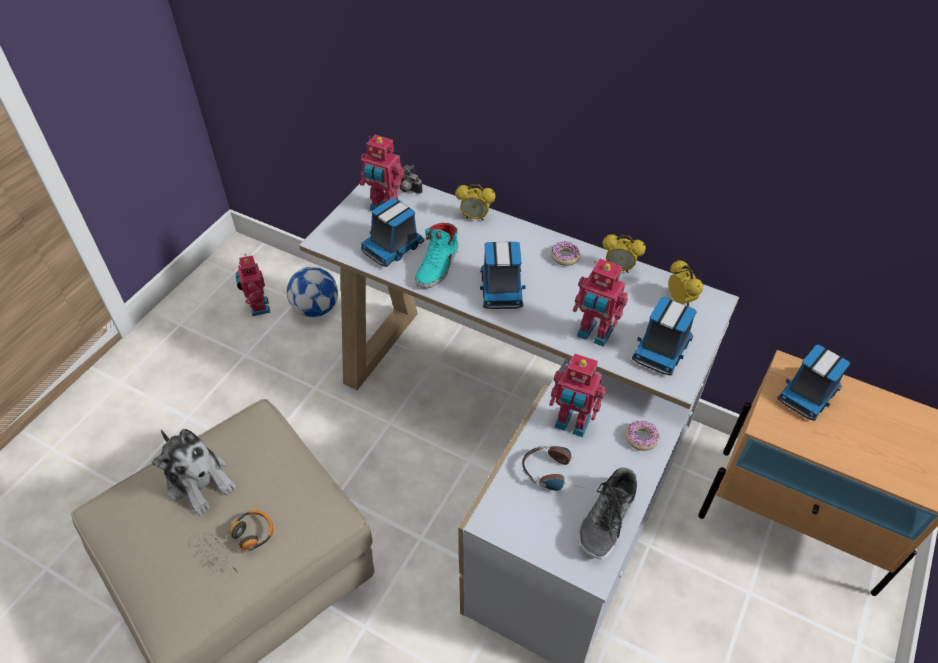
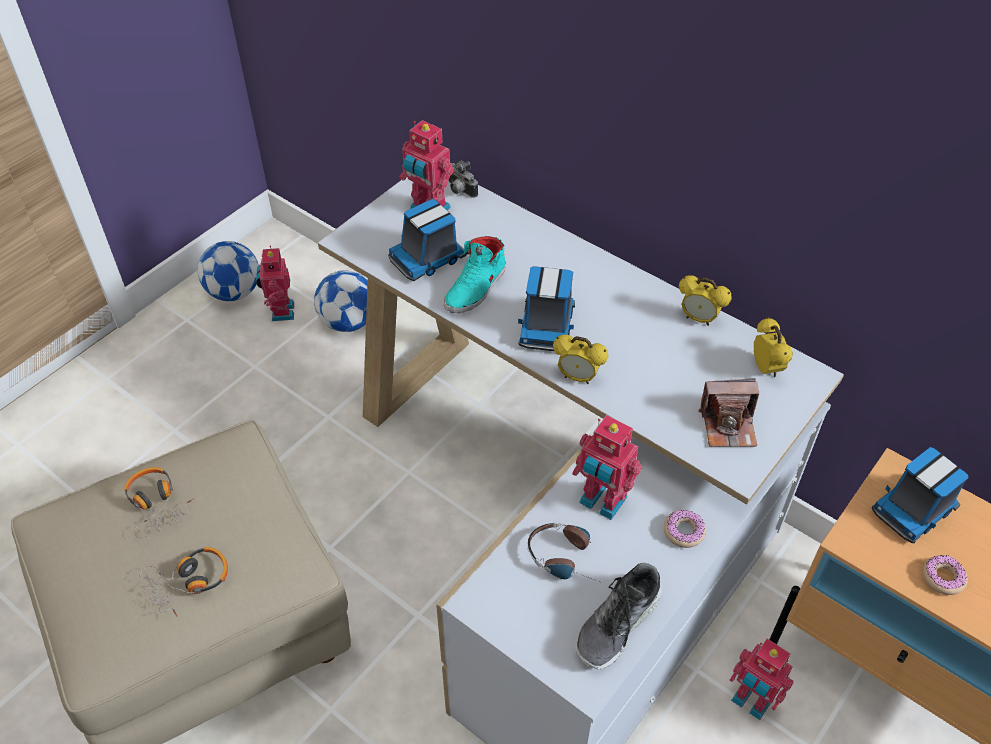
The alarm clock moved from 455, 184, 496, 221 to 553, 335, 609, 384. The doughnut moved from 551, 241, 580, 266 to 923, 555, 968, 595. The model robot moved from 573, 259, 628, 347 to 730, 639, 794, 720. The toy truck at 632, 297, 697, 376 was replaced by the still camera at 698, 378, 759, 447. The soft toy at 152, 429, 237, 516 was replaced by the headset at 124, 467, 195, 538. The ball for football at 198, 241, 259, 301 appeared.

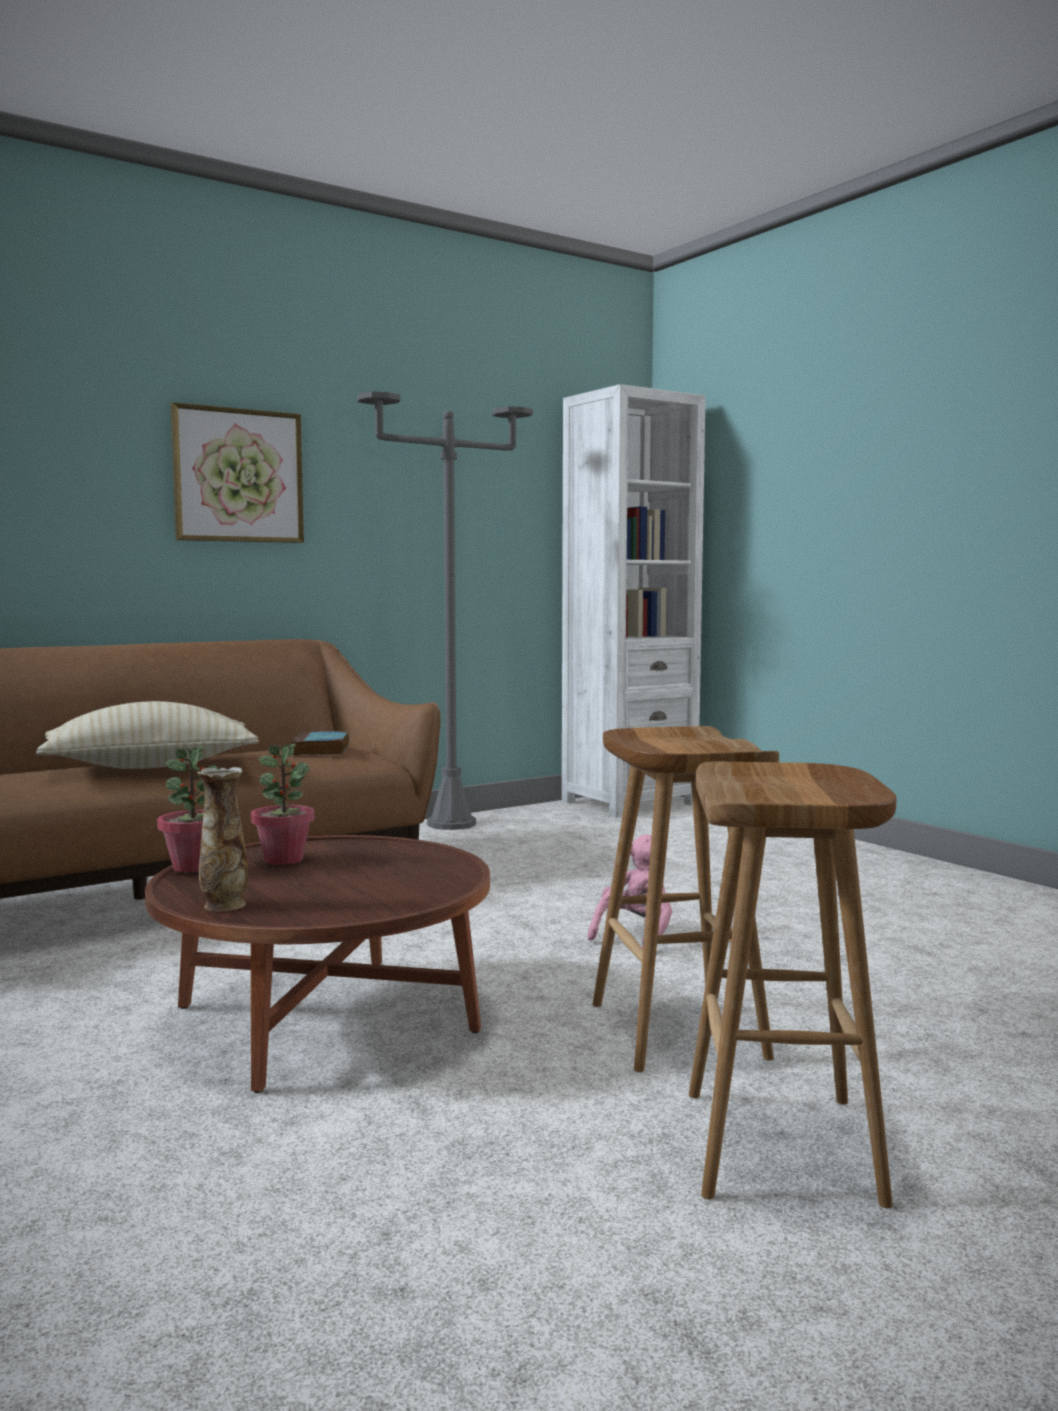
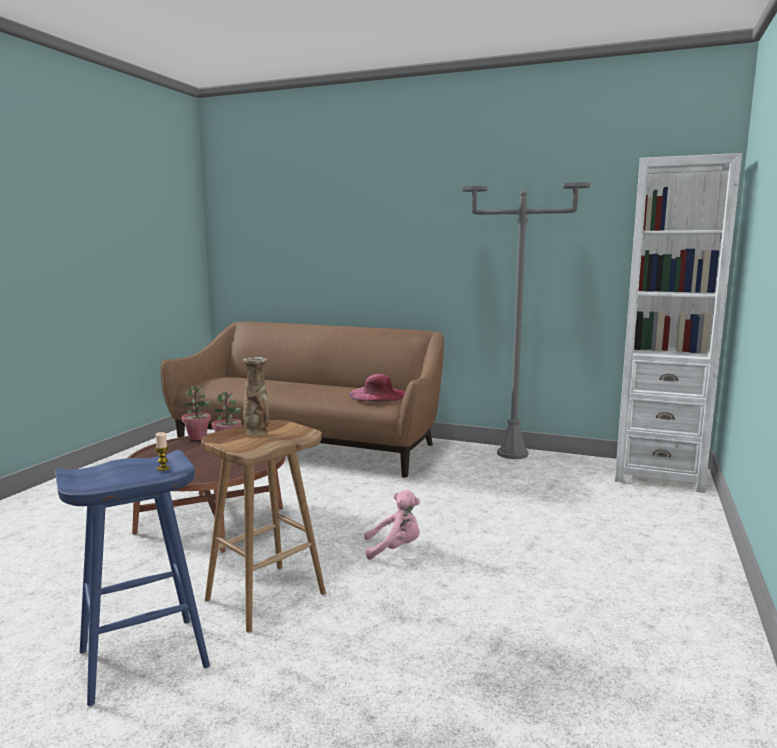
The picture at 171, 402, 304, 543 disappeared. The beige-coloured pillow at 36, 701, 259, 769 disappeared. The book at 291, 731, 349, 755 was replaced by the pink wearable hat at 349, 374, 405, 402. The brown-coloured stool seat at 689, 762, 897, 1208 became the blue-coloured stool seat at 55, 450, 210, 706. The vase moved from 197, 767, 249, 911 to 243, 357, 270, 436. The candle at 155, 432, 170, 471 appeared.

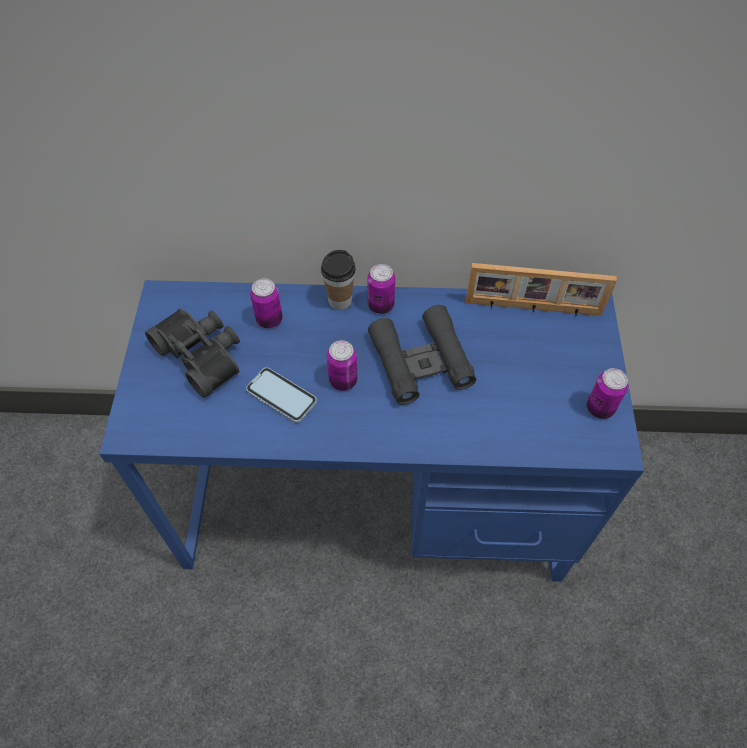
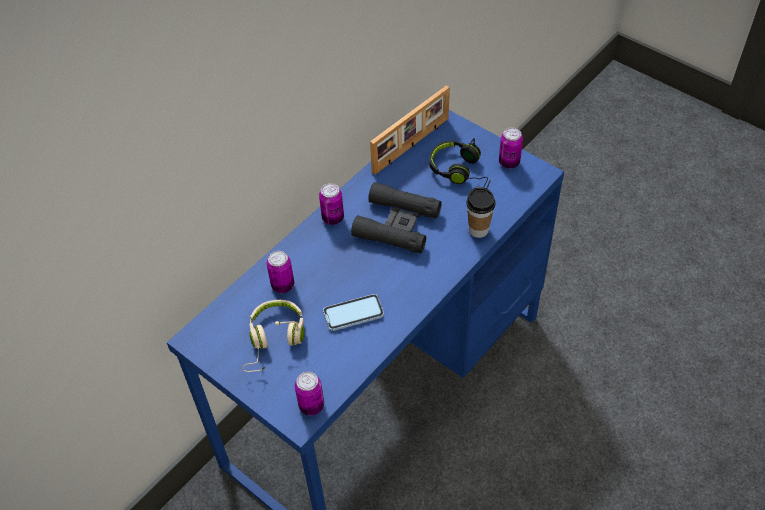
The drinking cup moved from 321, 250, 355, 310 to 466, 187, 496, 238. The black-coloured field glasses at 145, 308, 240, 398 was replaced by the beige-coloured headset at 242, 300, 305, 372. The sealed can moved from 327, 340, 357, 391 to 295, 372, 324, 415. The black-coloured headset at 429, 138, 491, 188 appeared.

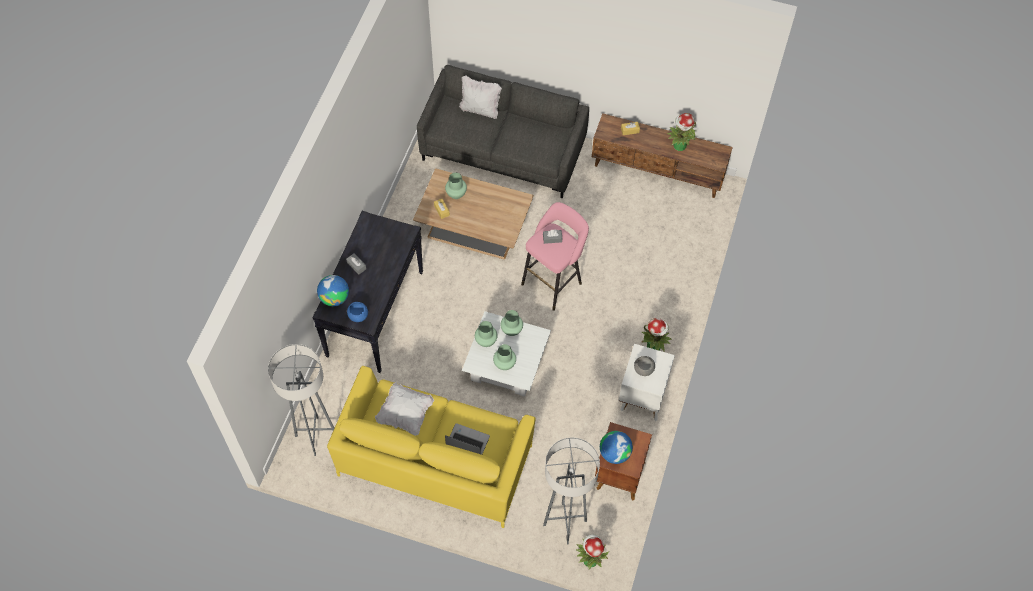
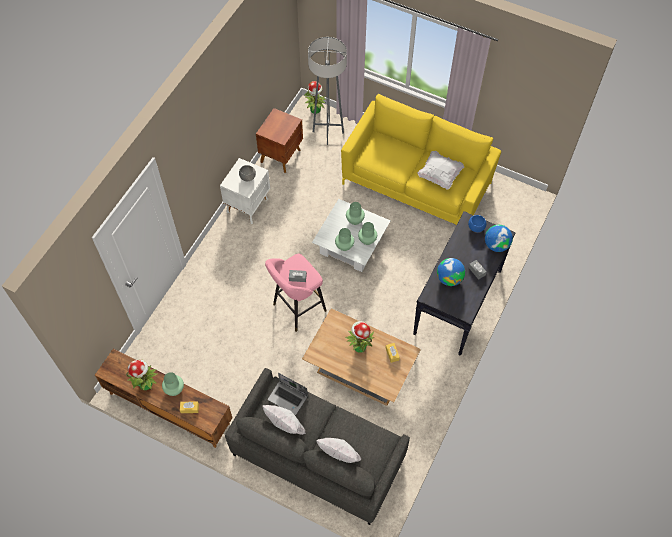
The greenish vase moved from 445, 173, 467, 199 to 162, 372, 184, 396. The houseplant moved from 641, 318, 672, 351 to 345, 321, 374, 353. The greyish standard lamp at 268, 344, 334, 456 disappeared. The portable computer moved from 445, 423, 490, 455 to 268, 373, 308, 415. The desk globe moved from 600, 431, 633, 464 to 437, 258, 465, 286. The whitish pillow at 262, 405, 306, 435 appeared.

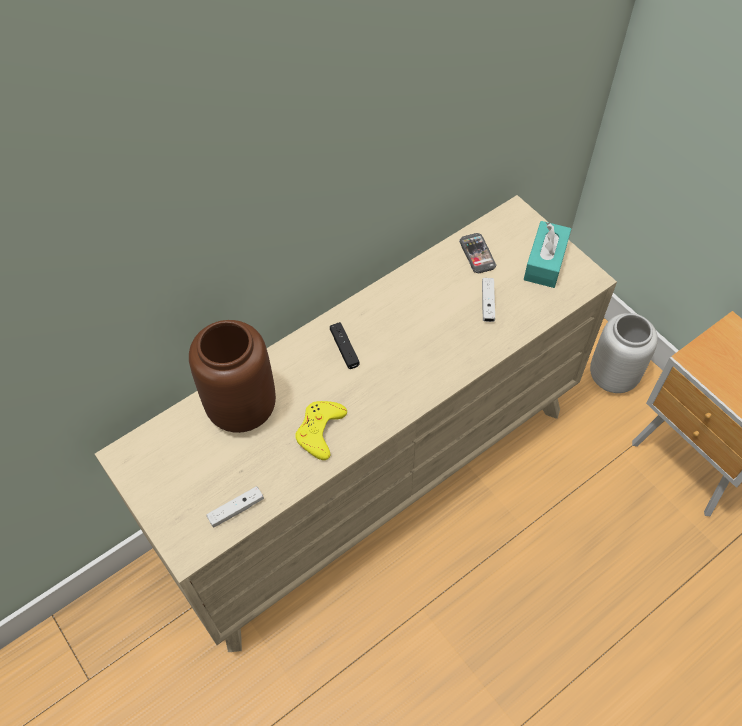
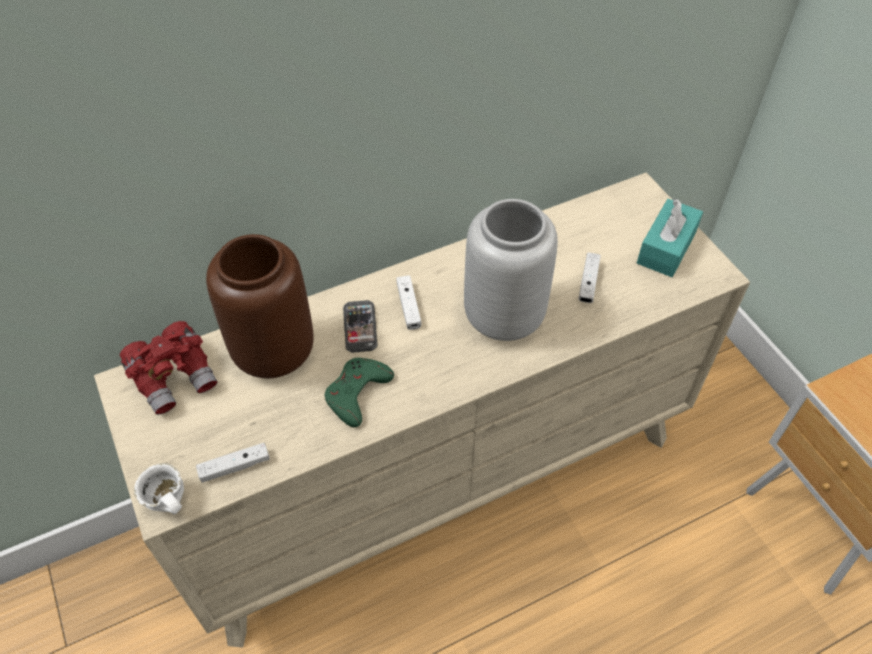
The telephone moved from 459, 233, 496, 273 to 343, 300, 378, 353. The greyish vase moved from 590, 313, 658, 393 to 464, 199, 558, 341. The black-coloured game controller at 330, 322, 359, 369 became the whitish game controller at 396, 275, 421, 330. The yellow-coloured game controller at 295, 401, 347, 460 became the greenish game controller at 325, 358, 394, 427. The reddish field glasses at 120, 321, 218, 415 appeared. The whitish mug at 134, 463, 184, 514 appeared.

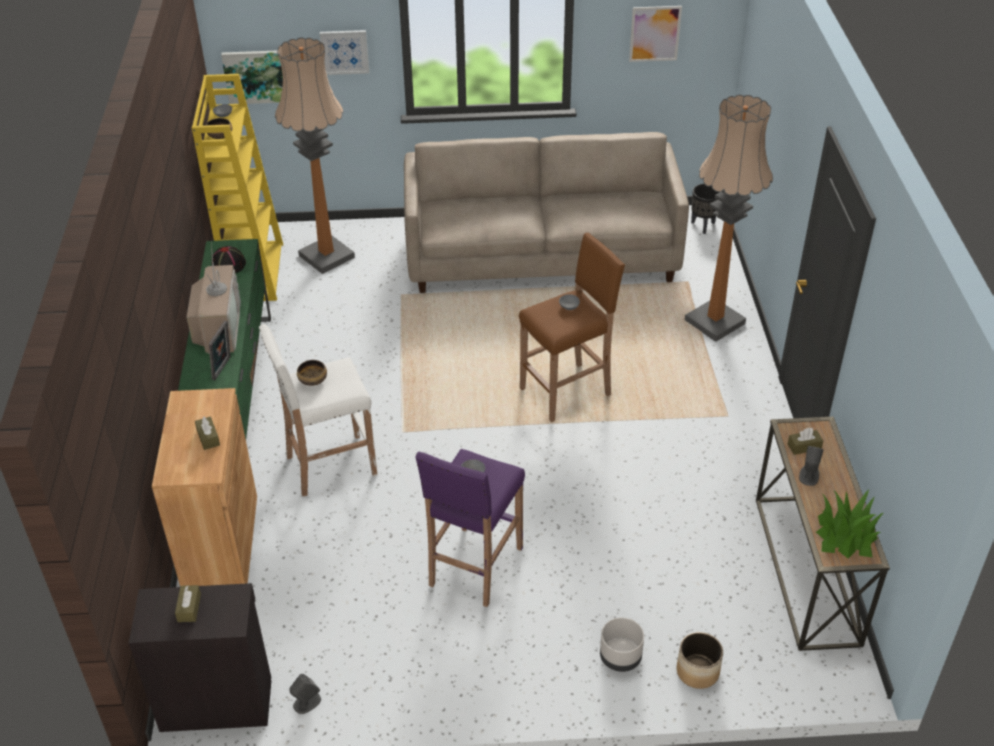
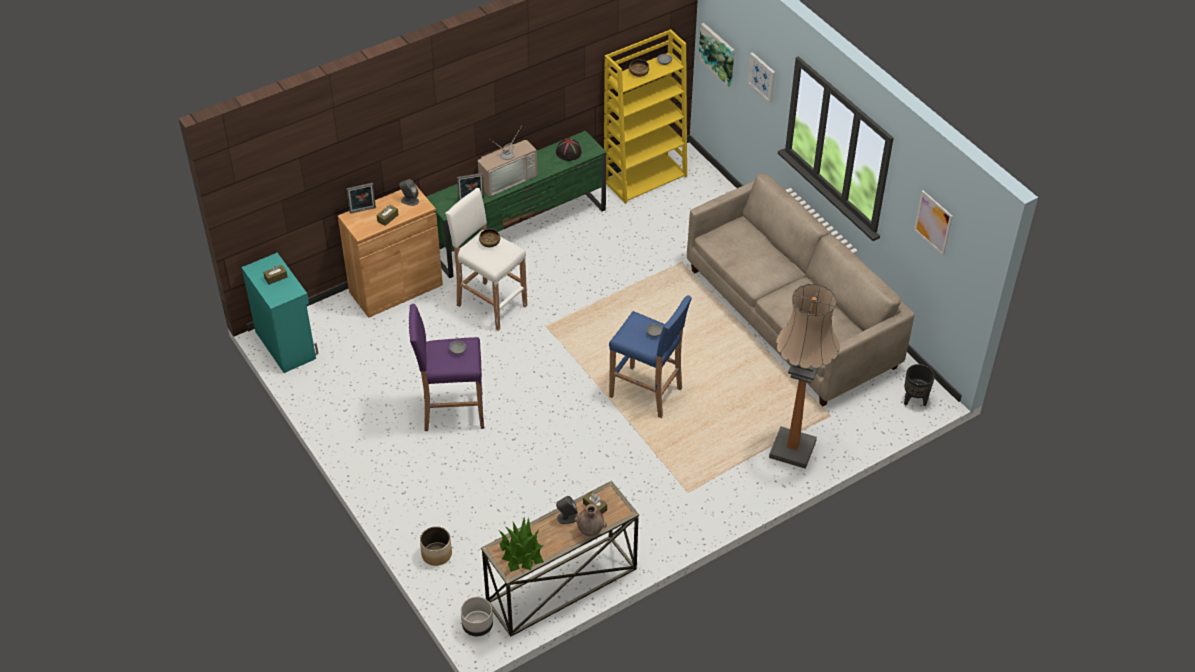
The standard lamp at 275, 37, 355, 274 disappeared. The brown-coloured stool seat at 519, 233, 625, 422 became the blue-coloured stool seat at 609, 295, 692, 418. The black-coloured storage cabinet at 129, 583, 271, 732 became the turquoise-coloured storage cabinet at 242, 253, 318, 373. The greyish planter moved from 600, 618, 644, 672 to 461, 597, 493, 636. The greyish speaker moved from 289, 674, 321, 714 to 399, 179, 419, 206. The photo frame at 347, 183, 376, 214 appeared. The brown-coloured vase at 574, 504, 607, 536 appeared.

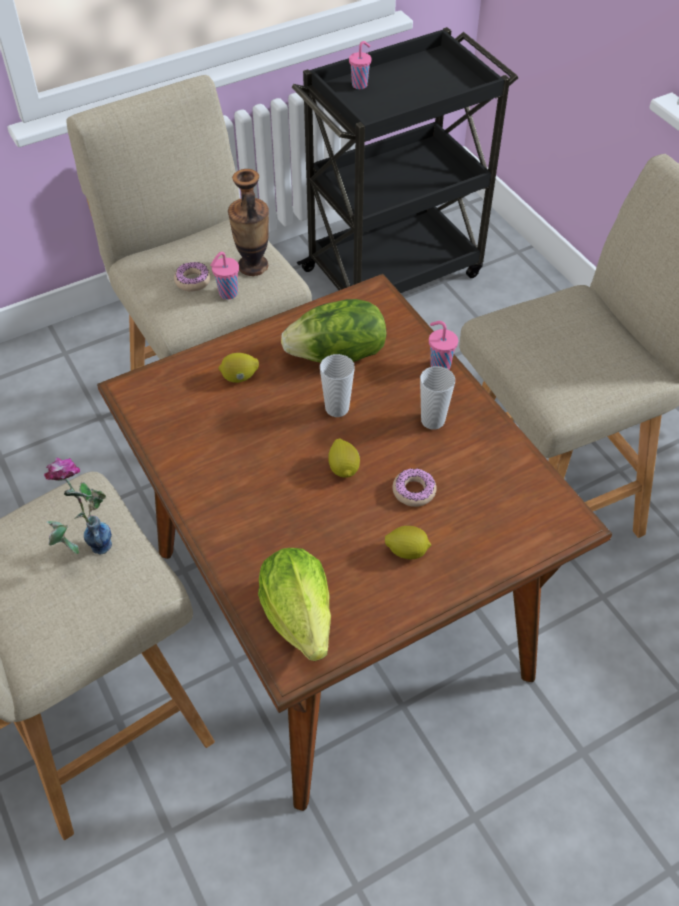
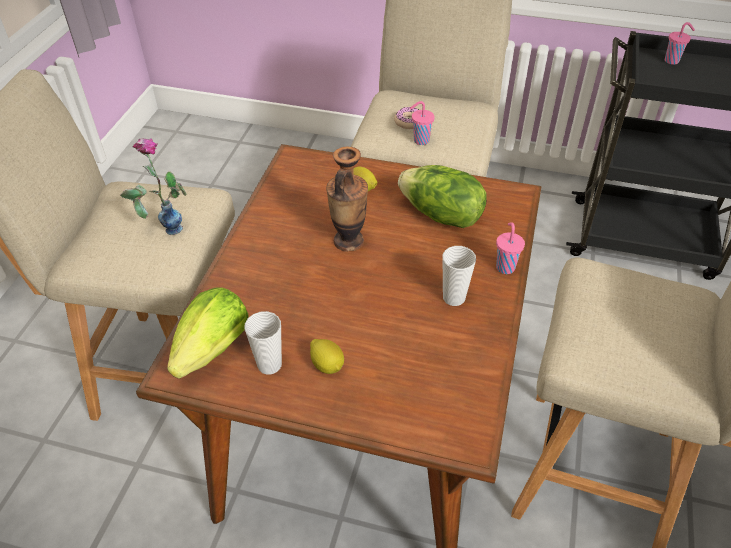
The vase moved from 228, 169, 269, 276 to 326, 146, 368, 252. The drinking cup moved from 320, 354, 355, 417 to 244, 311, 282, 375. The lemon at 328, 439, 360, 478 disappeared. The doughnut at 392, 468, 437, 507 disappeared.

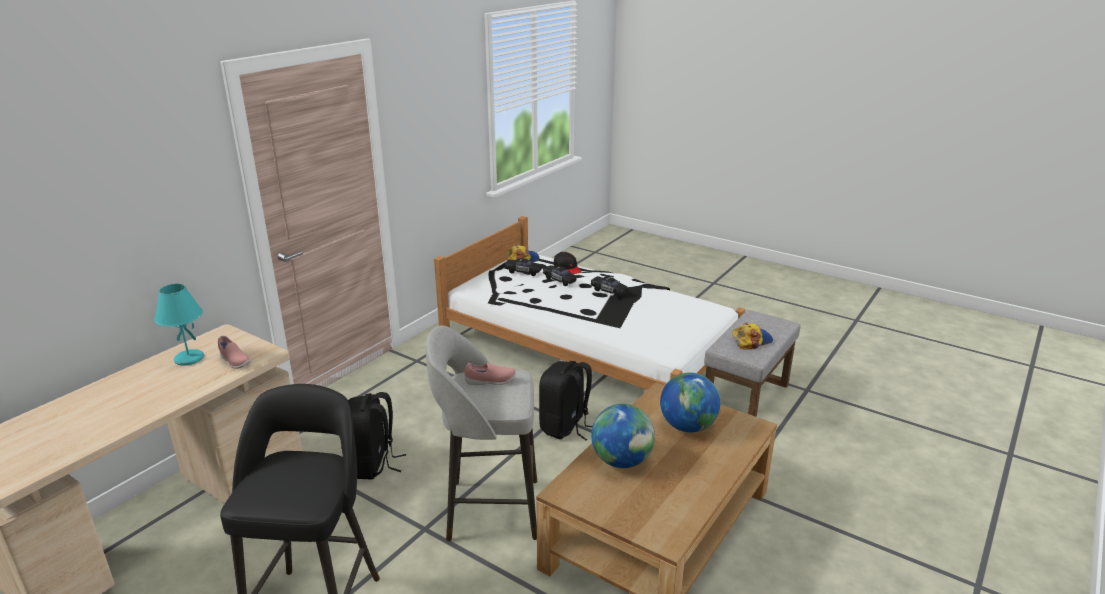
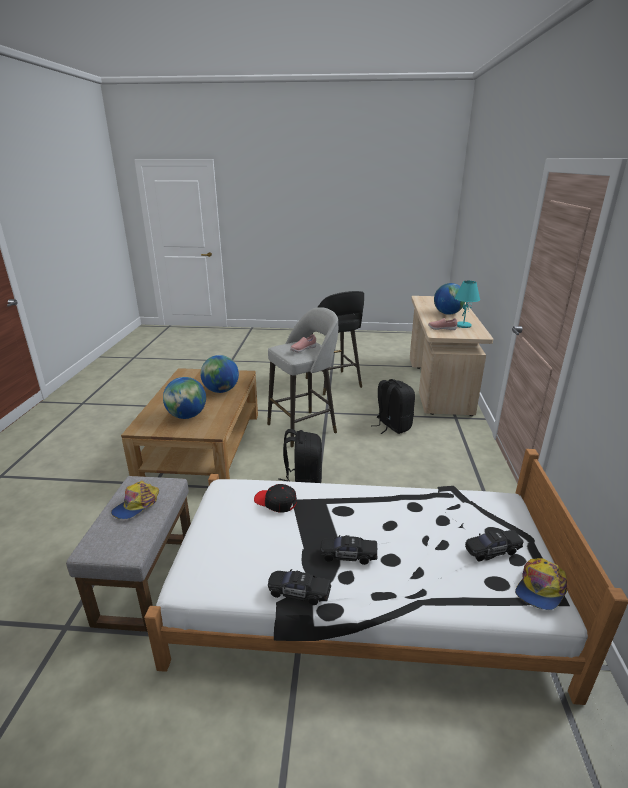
The black-coloured peaked cap moved from 554, 252, 581, 274 to 254, 484, 297, 513. The black-coloured toy car moved from 543, 265, 577, 286 to 268, 569, 331, 605. The desk globe at 434, 283, 465, 315 appeared.

